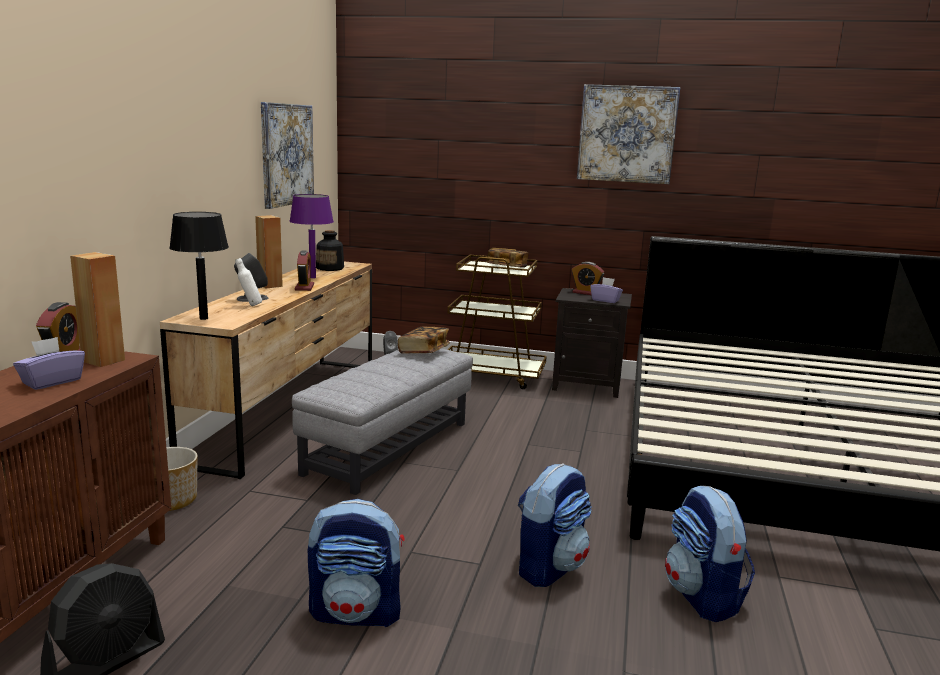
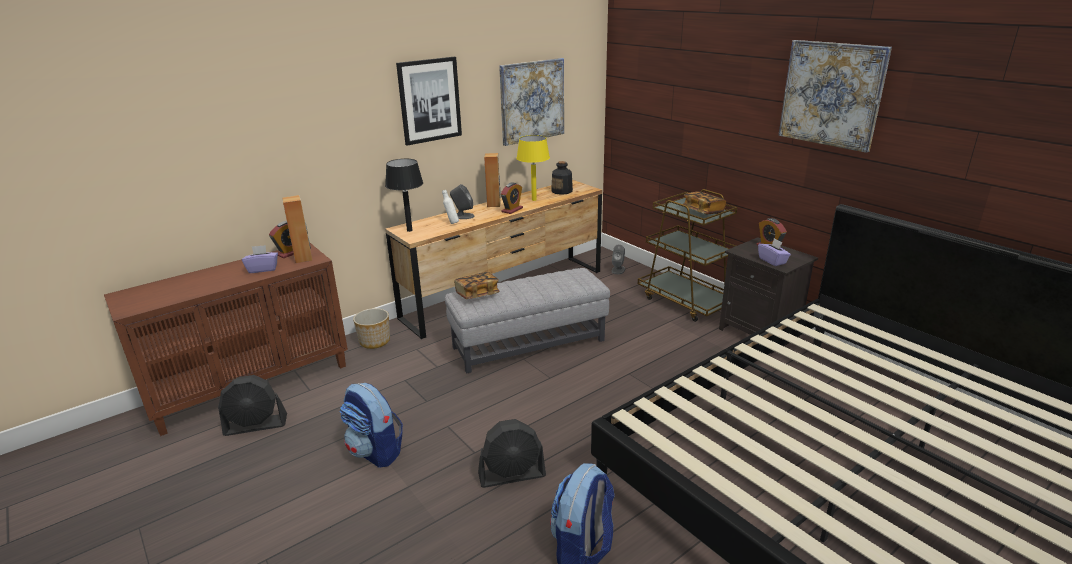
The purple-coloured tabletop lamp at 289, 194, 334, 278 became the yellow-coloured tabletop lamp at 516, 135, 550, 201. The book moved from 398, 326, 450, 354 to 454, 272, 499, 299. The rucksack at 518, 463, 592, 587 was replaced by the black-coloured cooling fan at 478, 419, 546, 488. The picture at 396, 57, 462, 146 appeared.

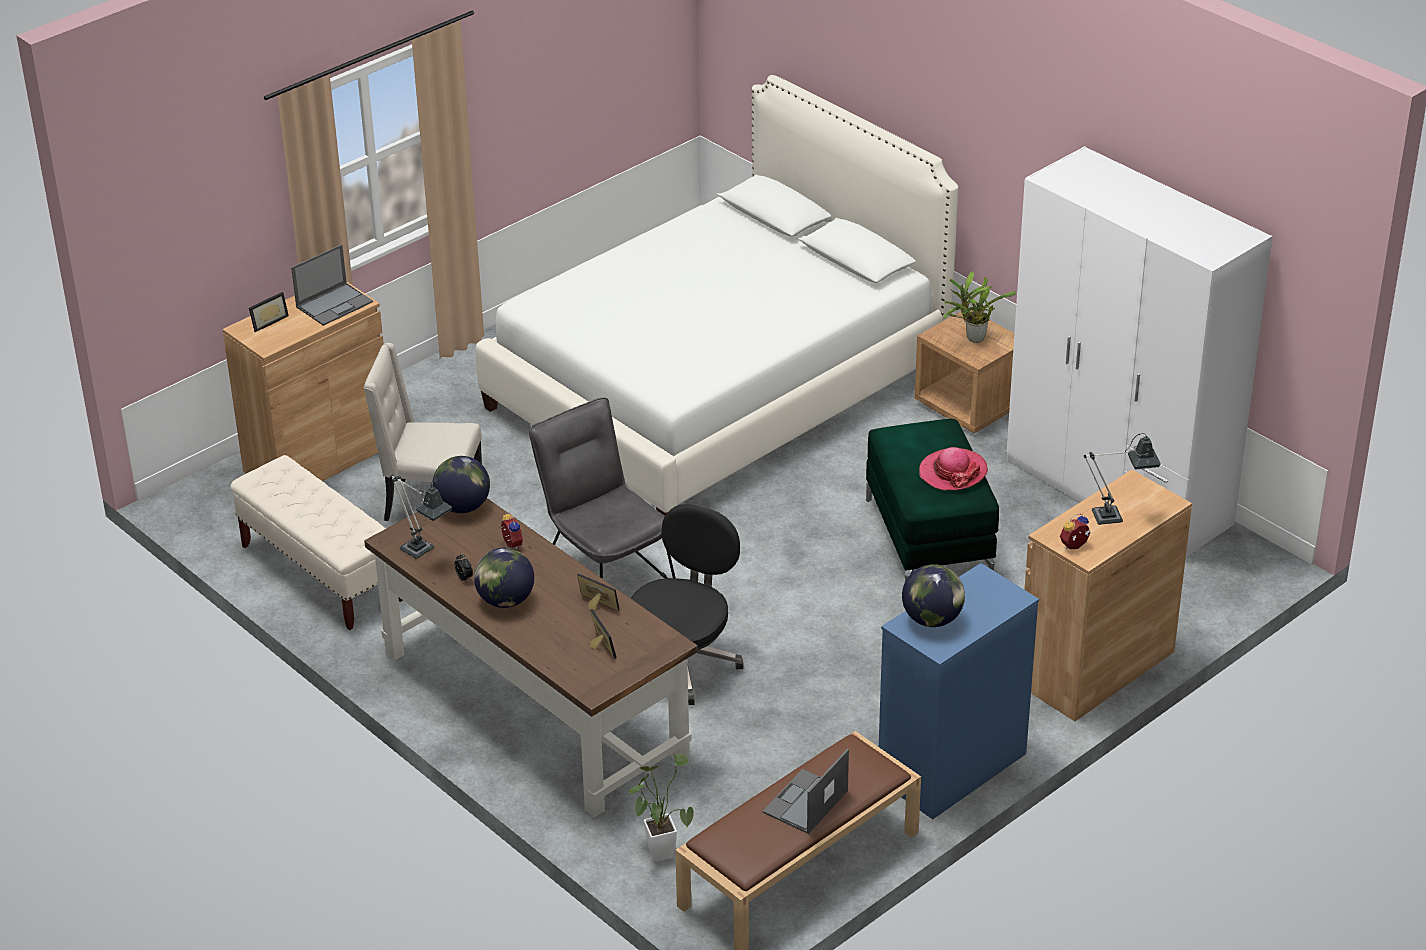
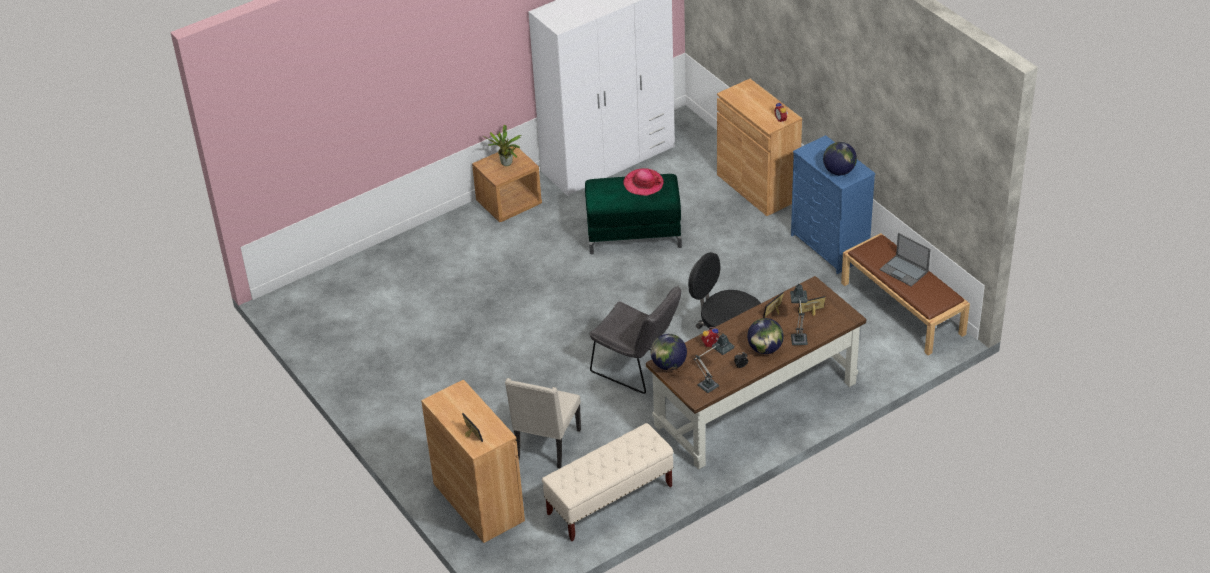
The whitish sleeping bed at 475, 75, 958, 516 disappeared. The portable computer at 291, 244, 373, 326 disappeared. The greyish plain chair at 529, 398, 676, 579 turned 120 degrees counterclockwise. The tabletop lamp moved from 1084, 433, 1161, 525 to 790, 284, 808, 345. The houseplant at 629, 754, 694, 862 disappeared.

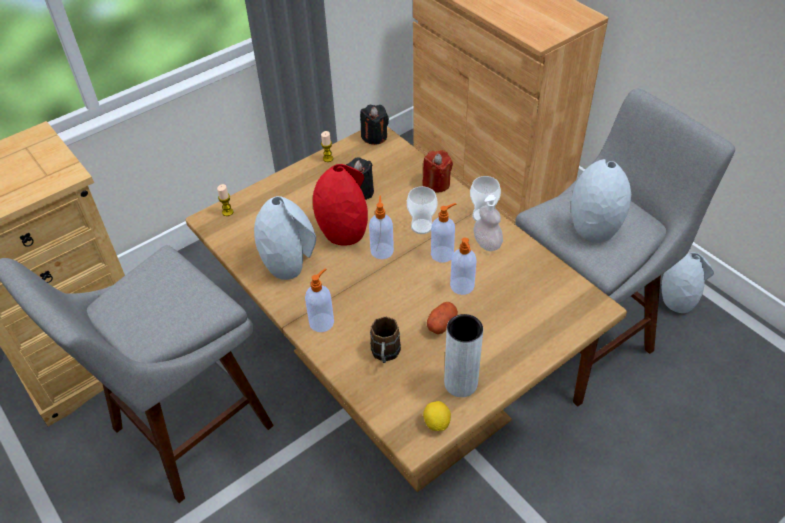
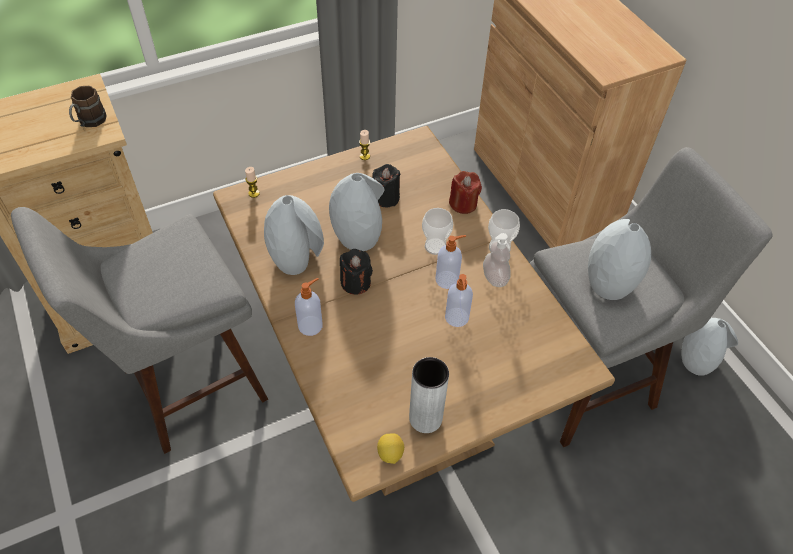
The black-coloured candle moved from 360, 105, 389, 145 to 340, 249, 373, 295. The reddish vase at 313, 164, 368, 246 became the greyish vase at 329, 173, 385, 251. The soap bottle at 369, 196, 394, 259 disappeared. The spud at 427, 302, 458, 334 disappeared. The brown-coloured mug moved from 370, 317, 401, 363 to 69, 86, 107, 127.

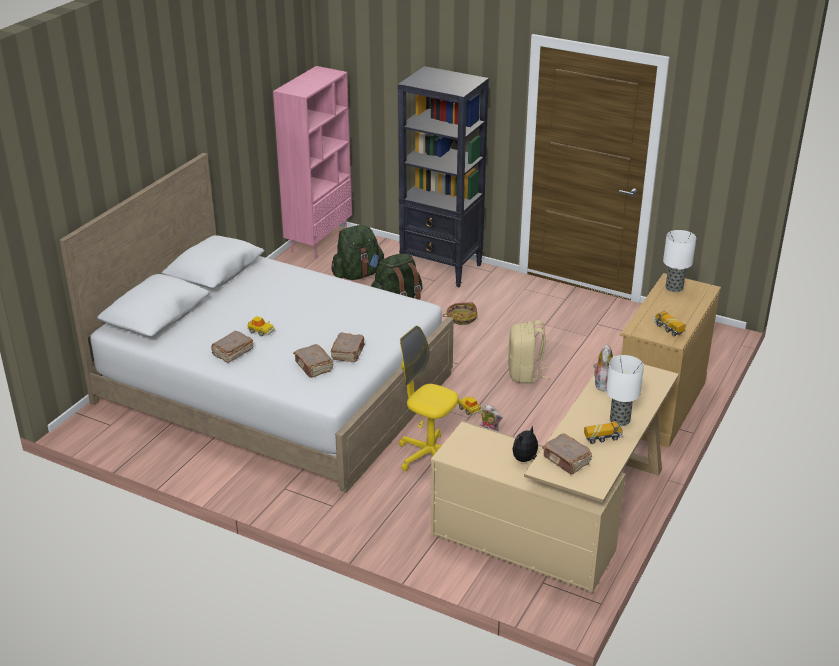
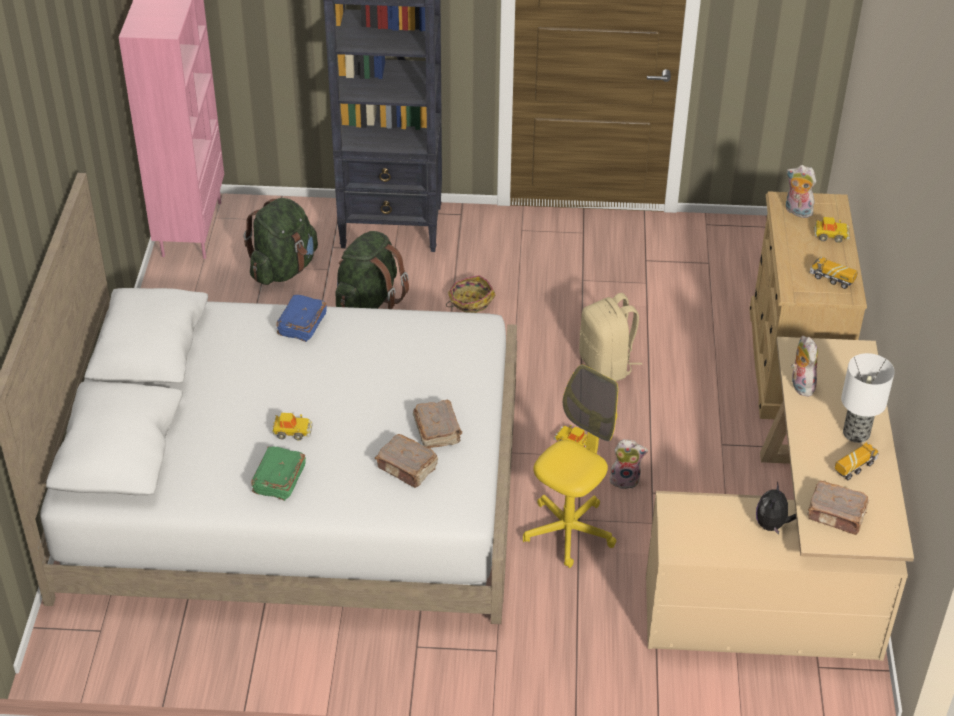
The tabletop lamp at 663, 230, 696, 292 was replaced by the soft toy at 786, 165, 816, 218. The yellow-coloured office chair at 399, 325, 459, 471 turned 120 degrees clockwise. The brown-coloured book at 211, 331, 254, 363 became the greenish book at 251, 446, 306, 501. The toy car at 813, 217, 850, 243 appeared. The blue-coloured book at 276, 295, 327, 342 appeared.

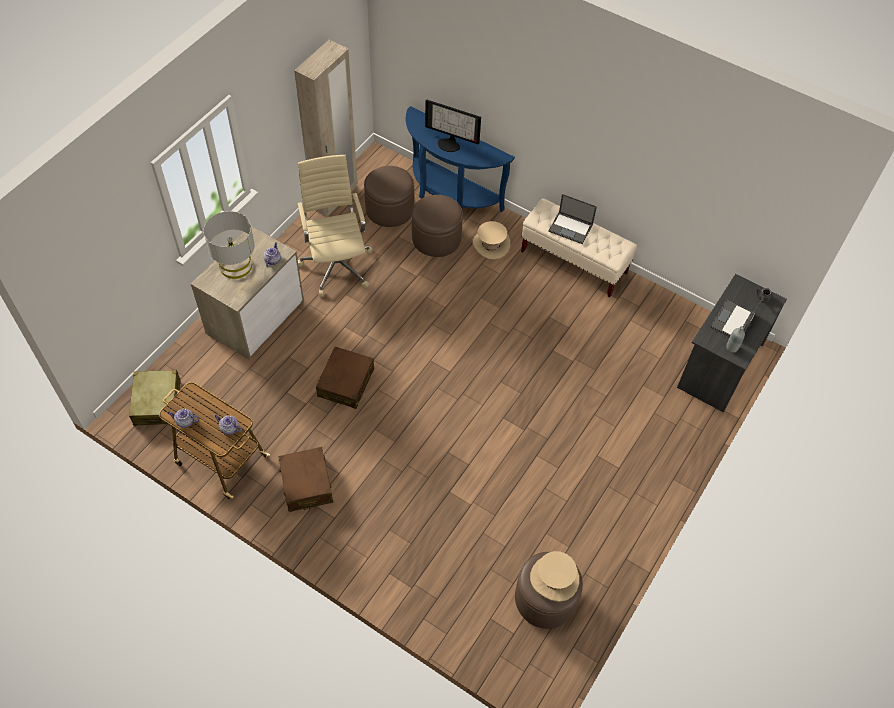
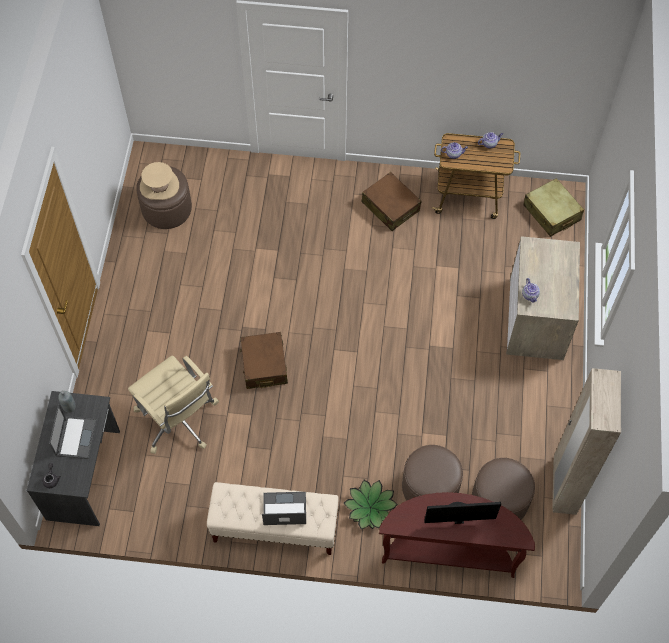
The blue-coloured console table at 405, 106, 515, 212 became the brown-coloured console table at 379, 492, 535, 578. The beige-coloured office chair moved from 298, 155, 373, 297 to 128, 355, 219, 454. The greyish tabletop lamp at 203, 211, 255, 279 disappeared. The beige-coloured wearable hat at 473, 221, 510, 259 was replaced by the houseplant at 344, 480, 398, 529. The brown-coloured piece of luggage moved from 316, 347, 374, 409 to 240, 332, 288, 389.

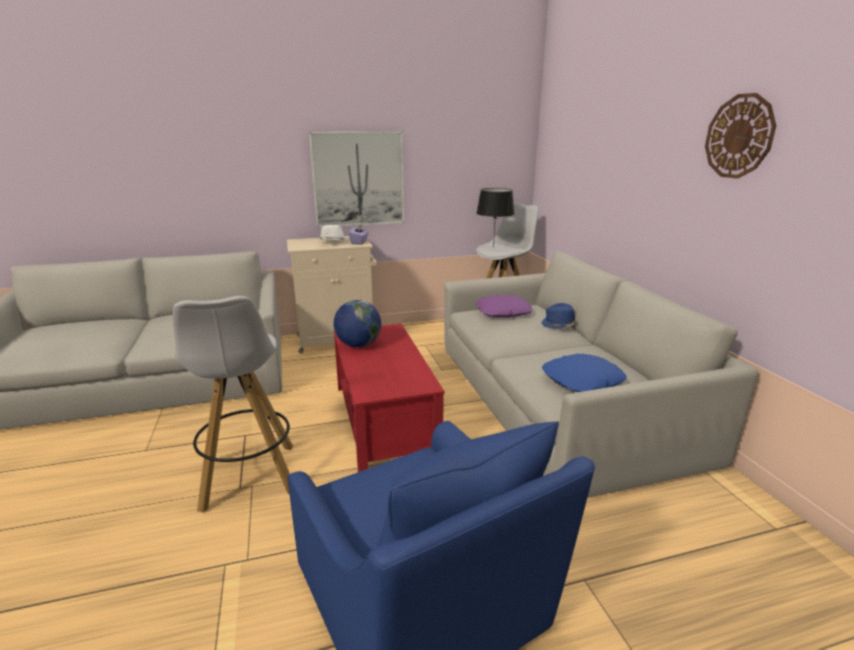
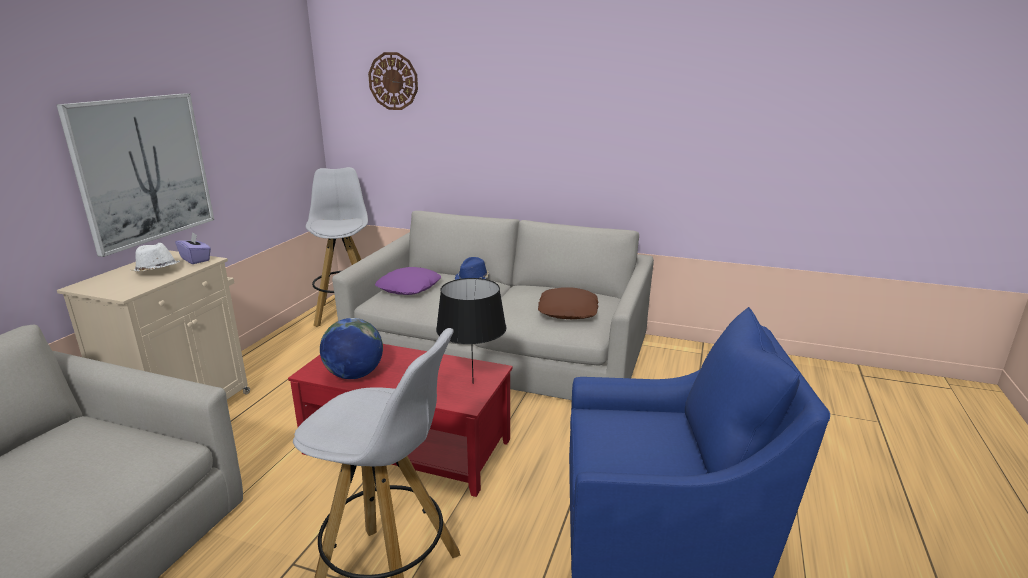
The hanging clock moved from 705, 93, 776, 179 to 368, 52, 418, 110. The black-coloured tabletop lamp moved from 476, 188, 514, 247 to 436, 278, 507, 384. The blue-coloured pillow at 542, 354, 627, 392 became the brown-coloured pillow at 538, 287, 599, 319.

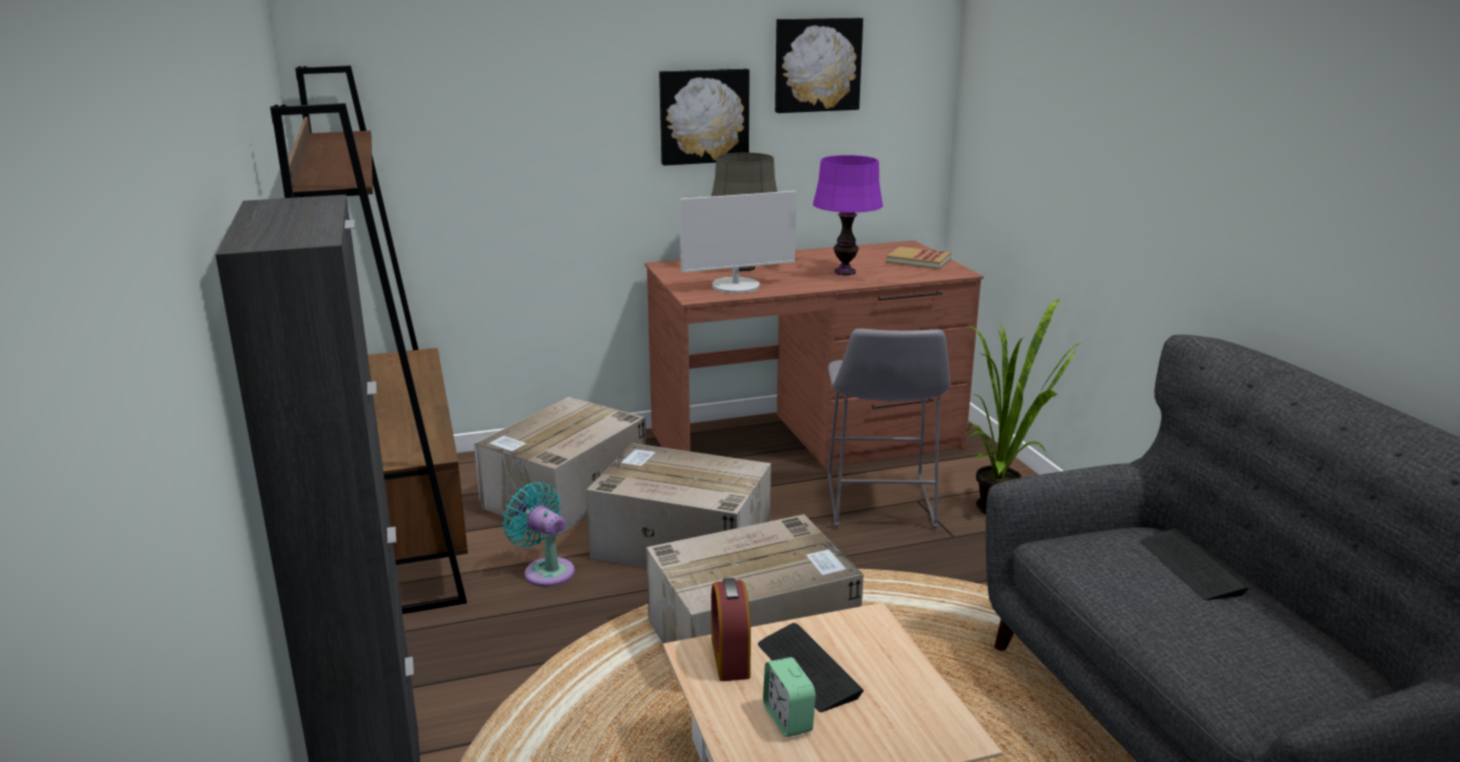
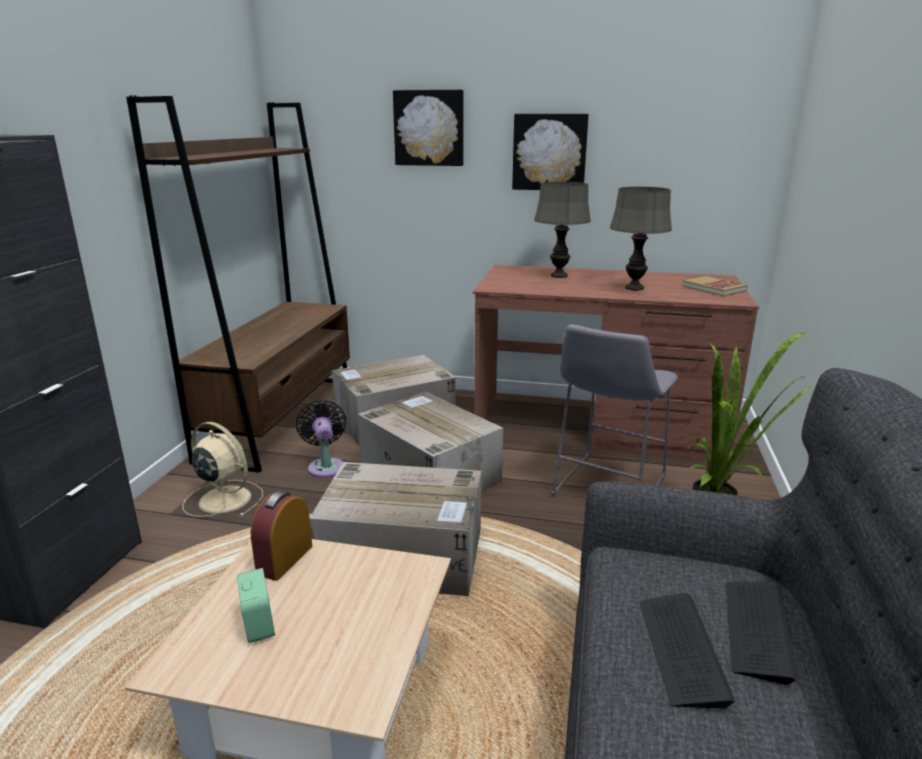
The picture moved from 775, 18, 863, 113 to 393, 90, 464, 166. The purple-coloured tabletop lamp at 813, 155, 883, 275 became the greyish tabletop lamp at 610, 187, 672, 290. The monitor at 680, 191, 796, 294 disappeared. The turquoise-coloured cooling fan at 503, 482, 575, 587 became the black-coloured cooling fan at 296, 400, 346, 478. The computer keyboard moved from 758, 623, 864, 712 to 639, 593, 735, 708. The alarm clock at 763, 657, 816, 737 turned 150 degrees clockwise. The beige-coloured cooling fan at 182, 422, 263, 517 appeared.

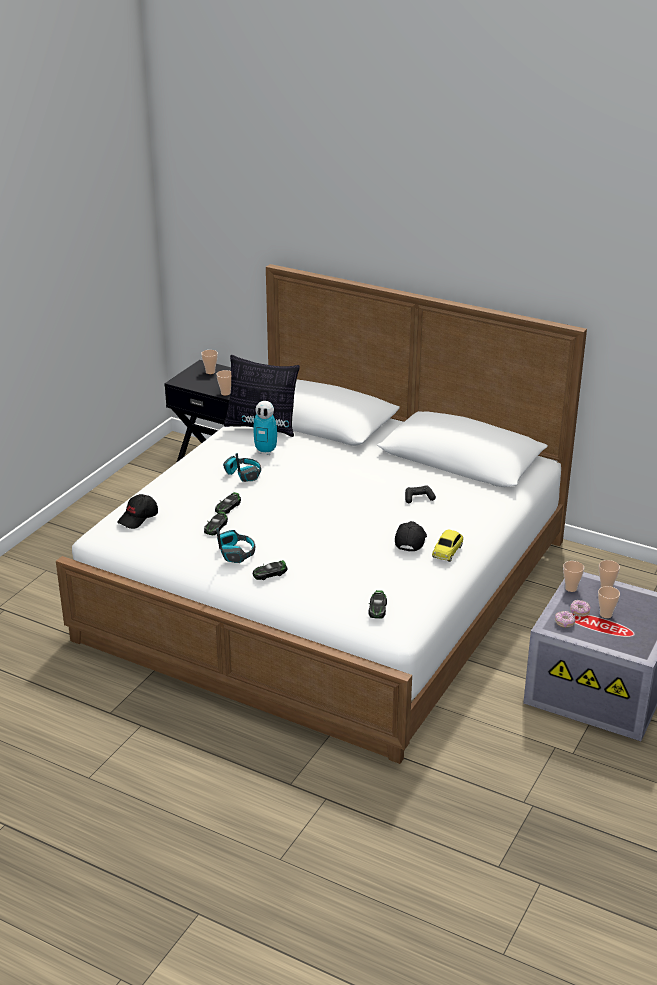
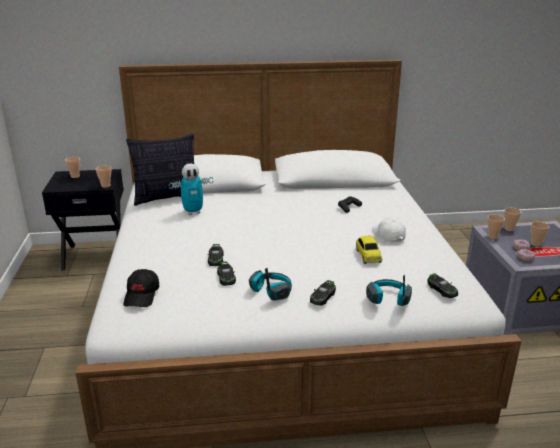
The headset moved from 223, 453, 261, 482 to 366, 274, 412, 306. The black-coloured peaked cap at 395, 521, 427, 552 became the whitish peaked cap at 372, 217, 406, 243. The toy car moved from 432, 530, 463, 562 to 356, 236, 382, 264.

